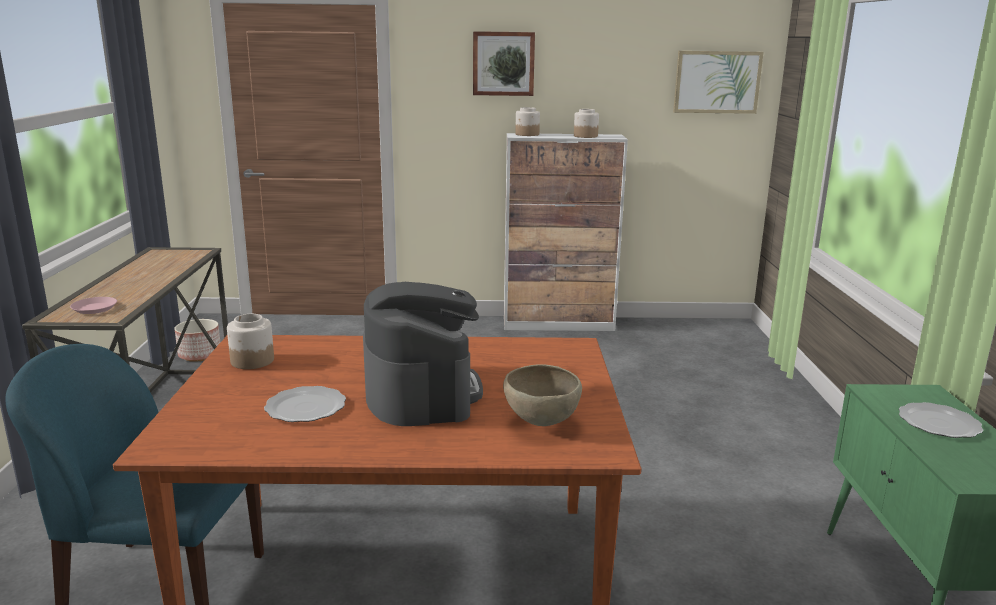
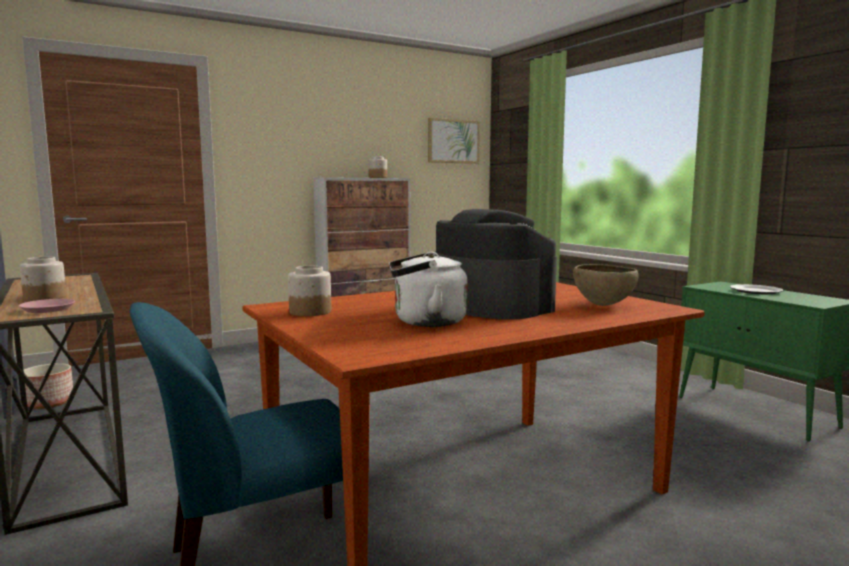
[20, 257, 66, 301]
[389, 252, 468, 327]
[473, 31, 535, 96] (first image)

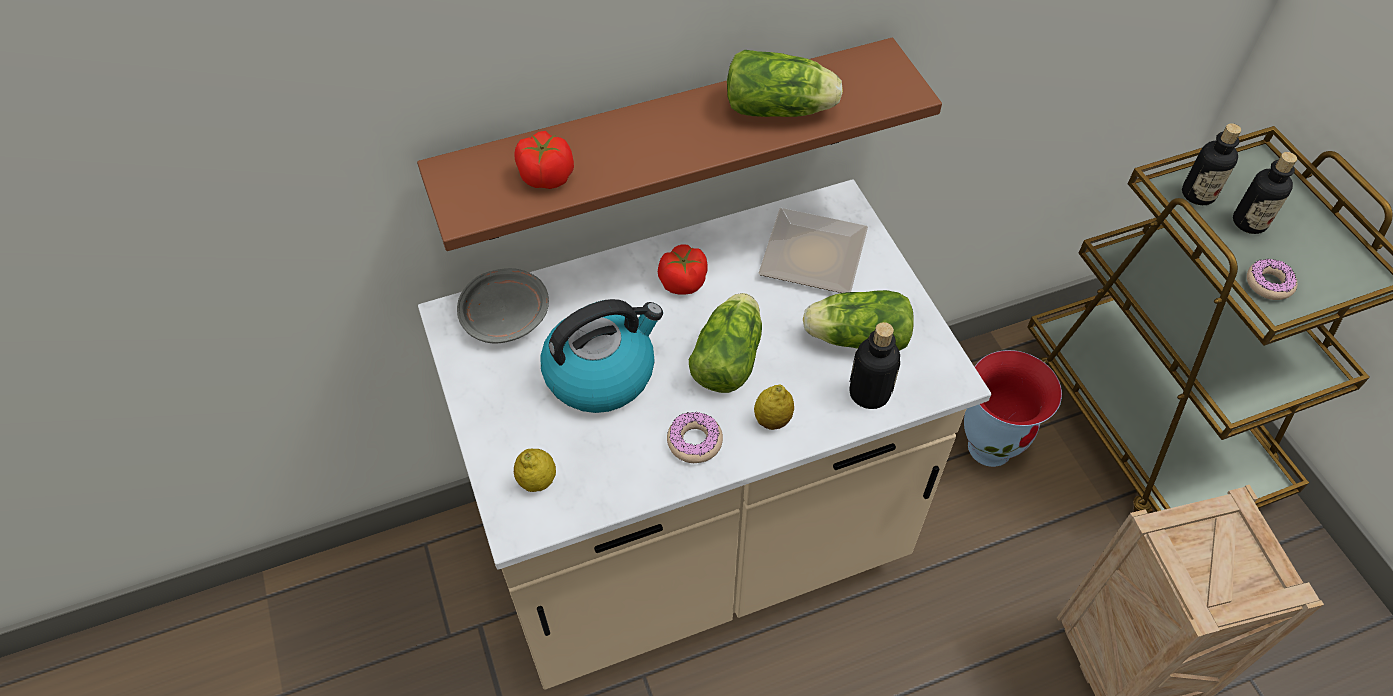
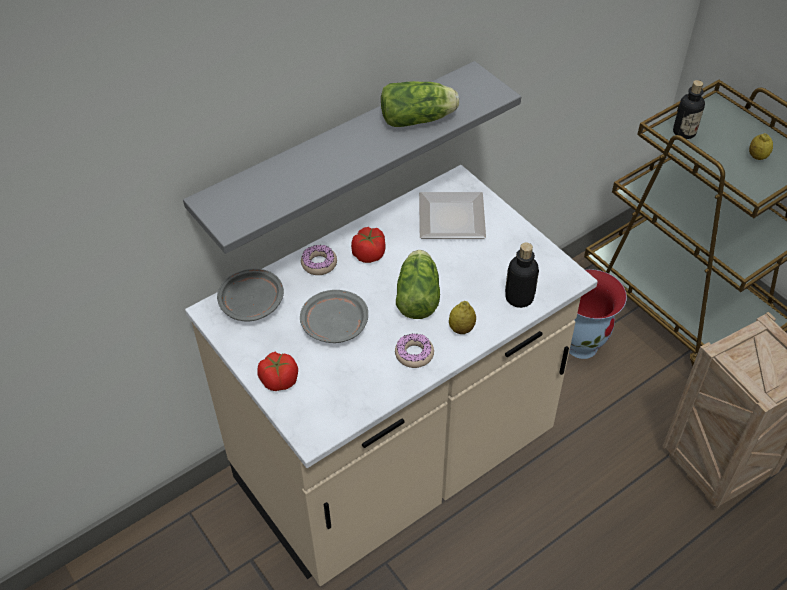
[183, 61, 521, 254]
[257, 352, 298, 391]
[300, 290, 368, 343]
[301, 245, 337, 275]
[749, 133, 773, 160]
[803, 290, 914, 351] (first image)
[1233, 152, 1297, 234] (first image)

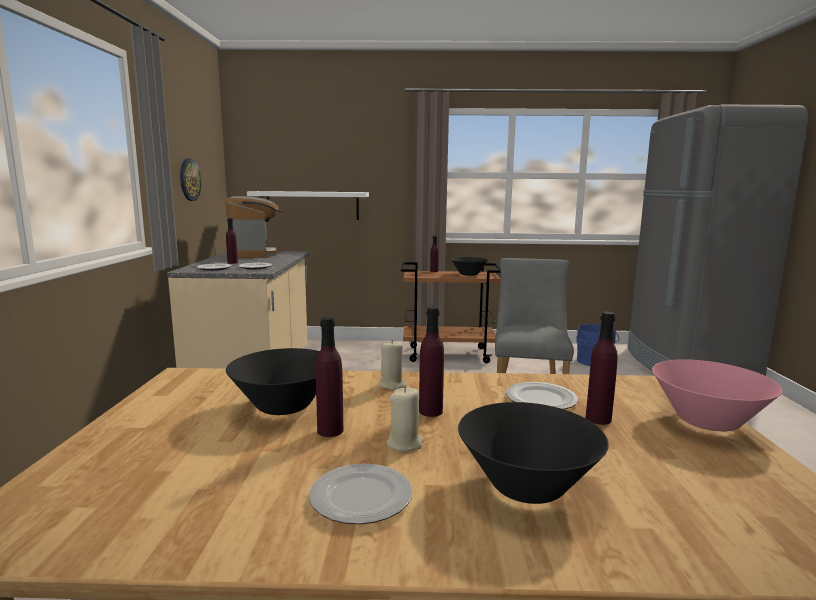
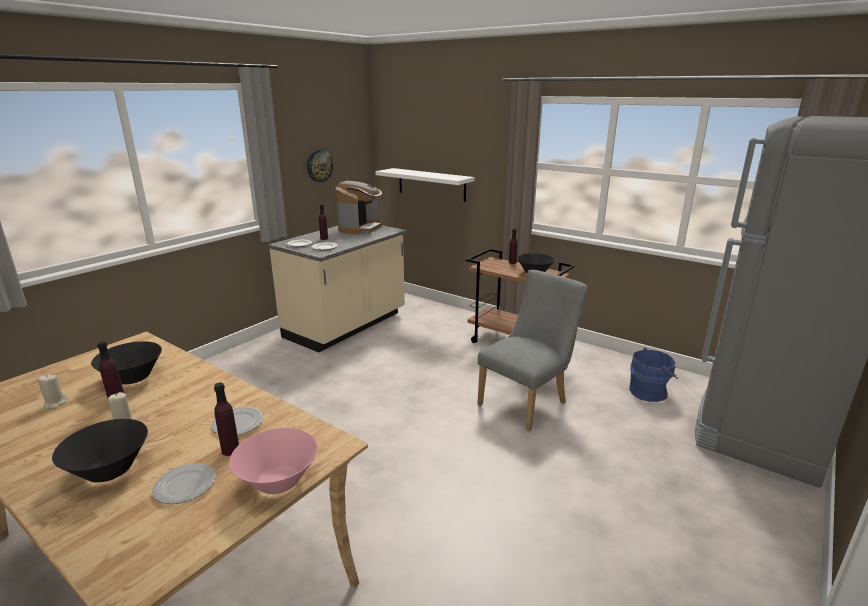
[38, 375, 67, 409]
[152, 463, 215, 504]
[419, 307, 444, 417] (first image)

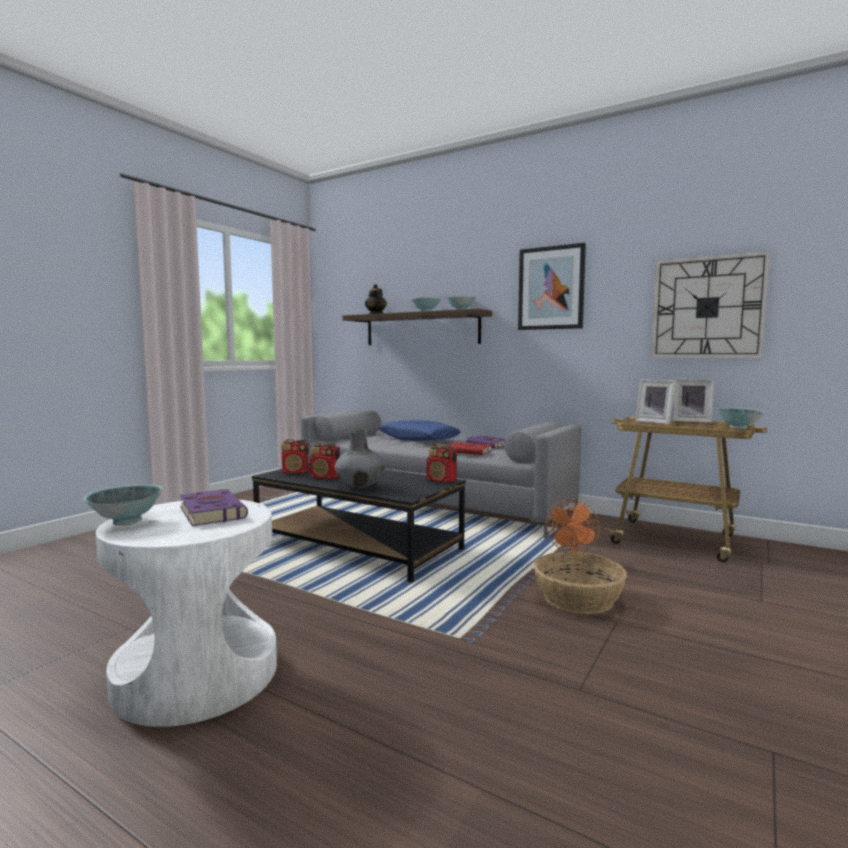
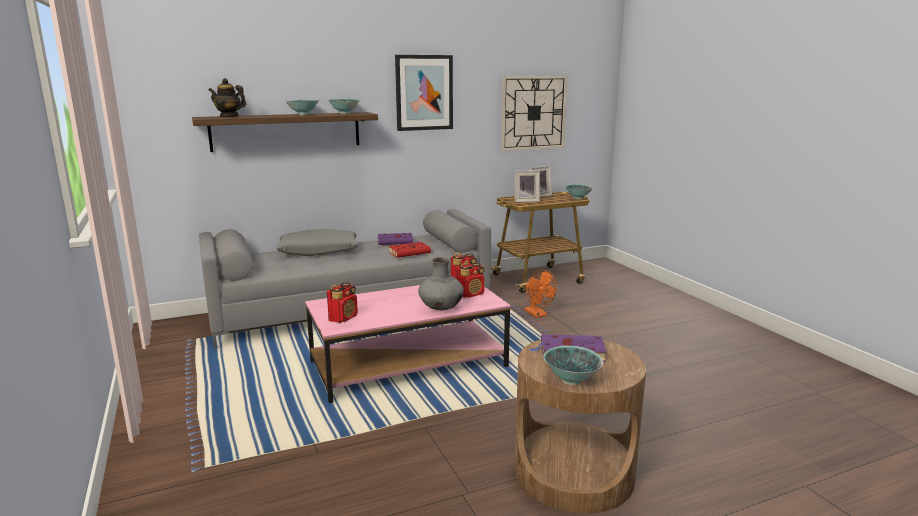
[276, 229, 358, 256]
[305, 285, 511, 403]
[457, 263, 484, 298]
[515, 340, 646, 514]
[533, 552, 627, 614] (first image)

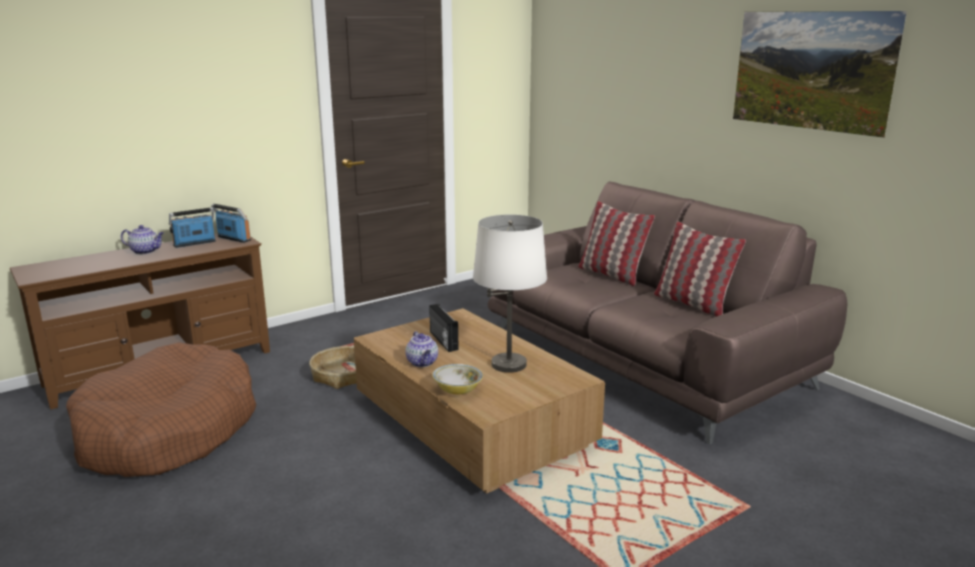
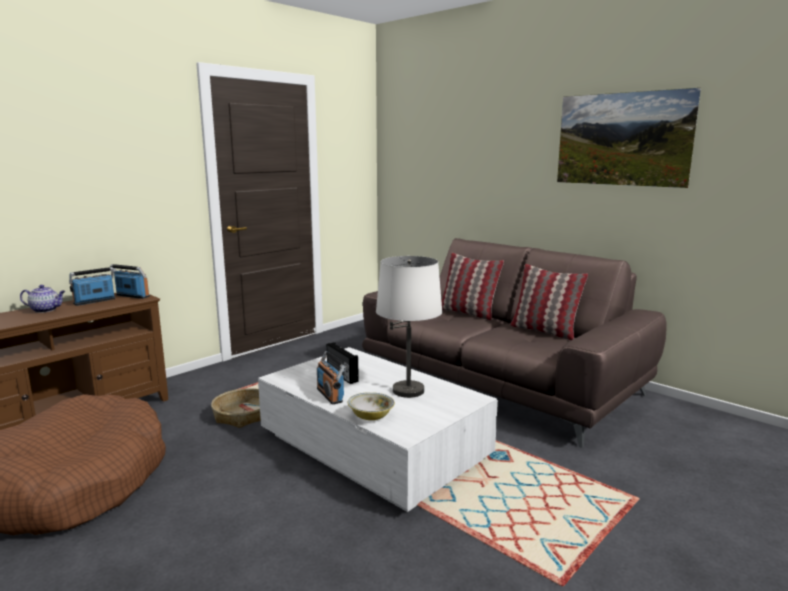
[258, 347, 498, 512]
[317, 351, 345, 405]

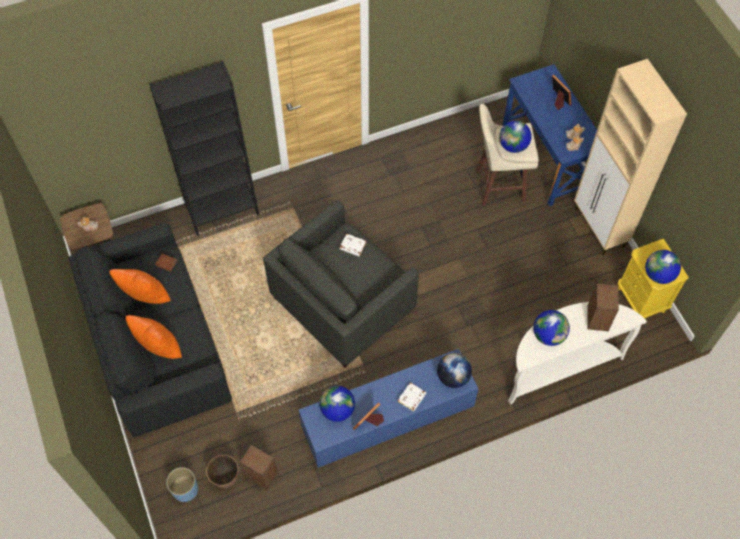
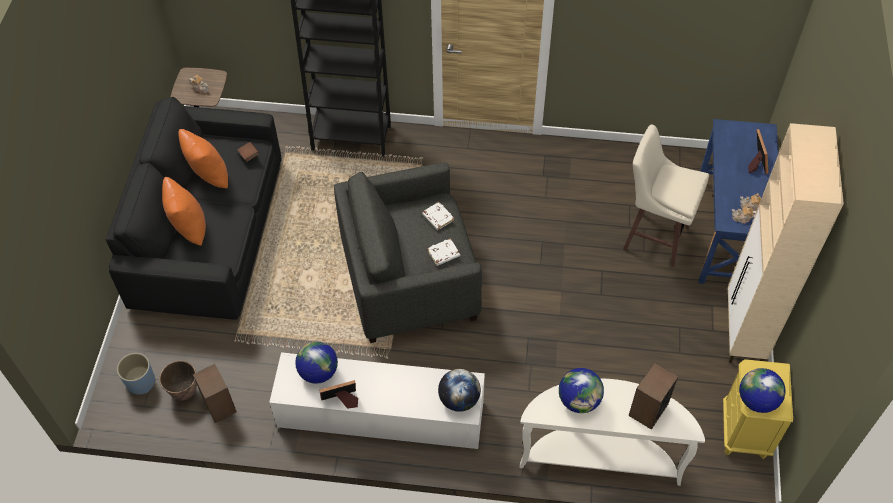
[269, 352, 485, 449]
[427, 238, 460, 266]
[499, 121, 532, 153] (first image)

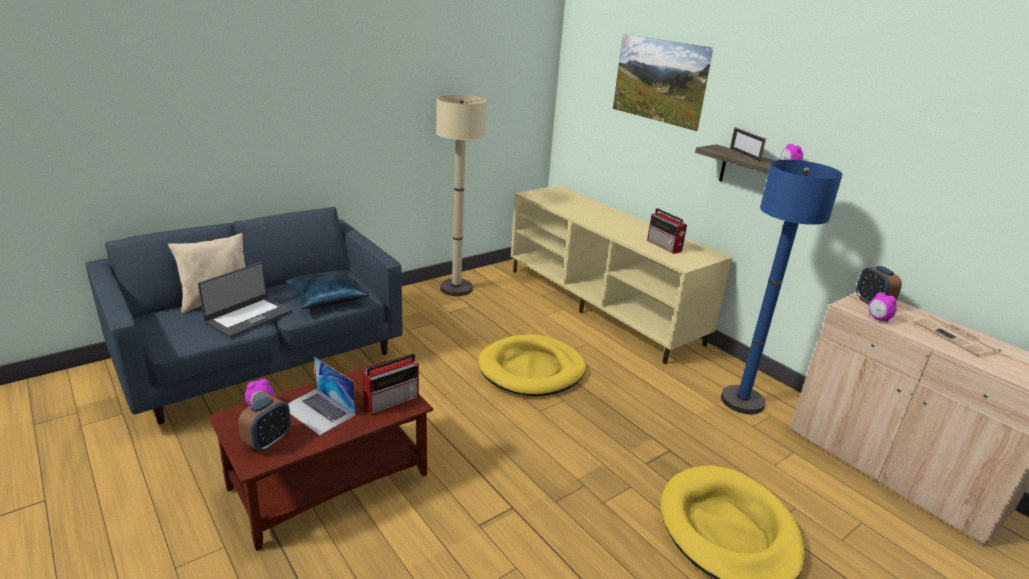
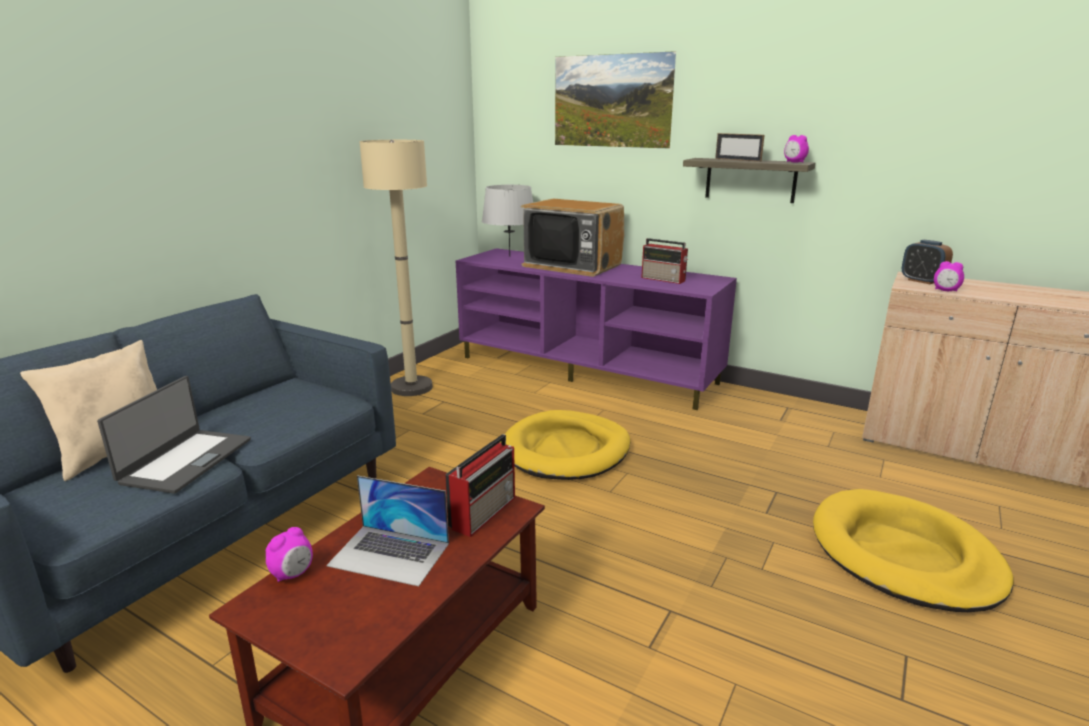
[456, 248, 737, 410]
[482, 185, 533, 257]
[521, 199, 624, 277]
[238, 396, 291, 452] (first image)
[285, 270, 370, 309] (first image)
[721, 160, 843, 414] (first image)
[913, 315, 1002, 357] (first image)

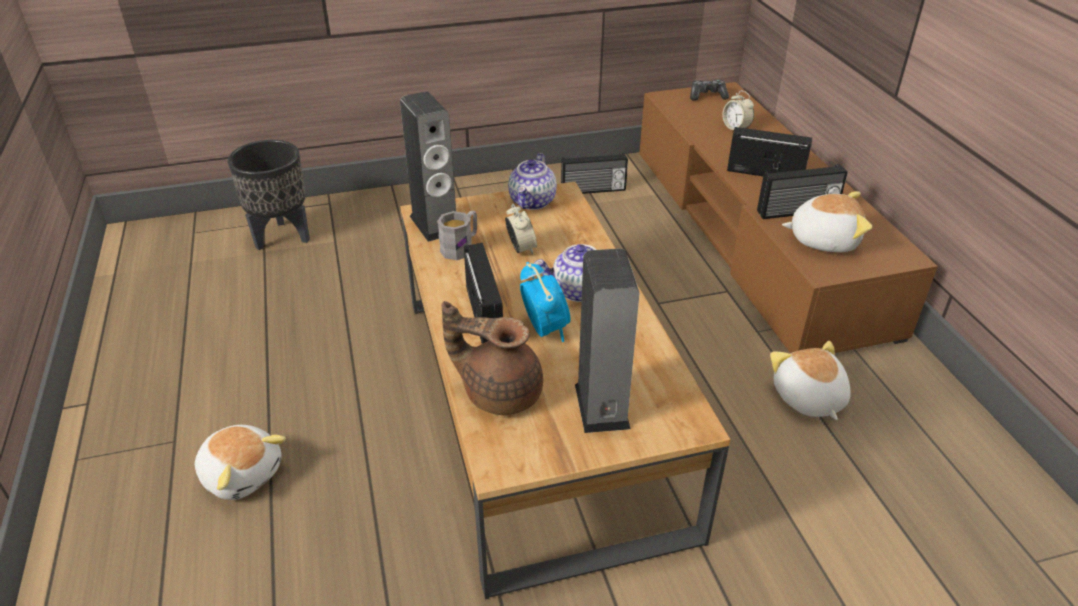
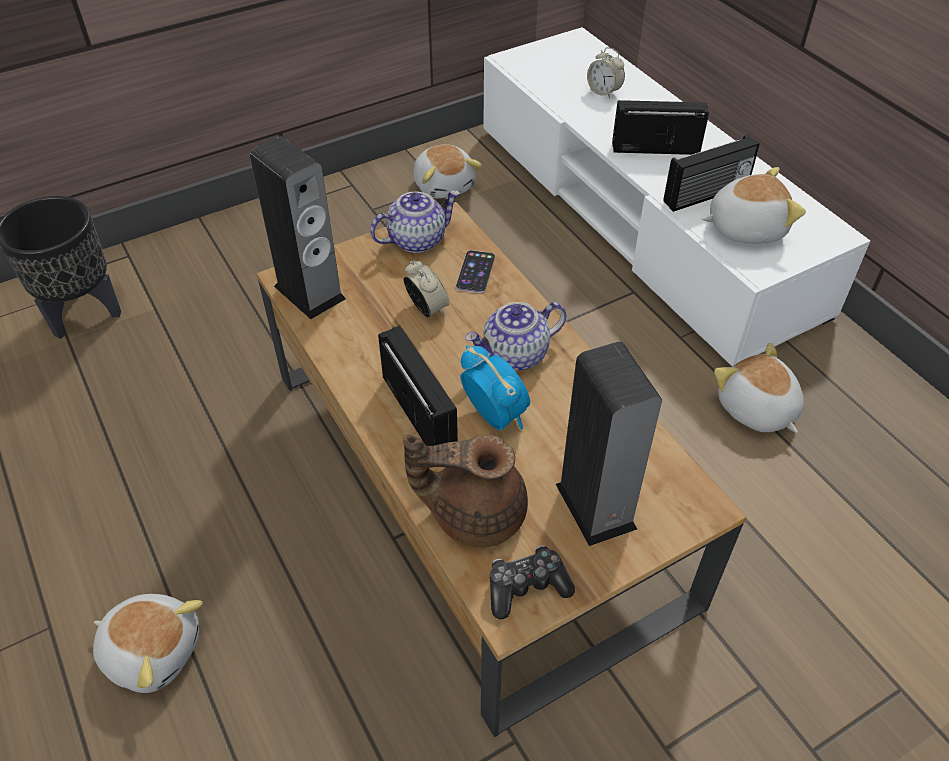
[370, 190, 460, 253]
[414, 144, 482, 199]
[456, 250, 495, 293]
[483, 27, 870, 366]
[490, 545, 575, 620]
[437, 211, 477, 260] (first image)

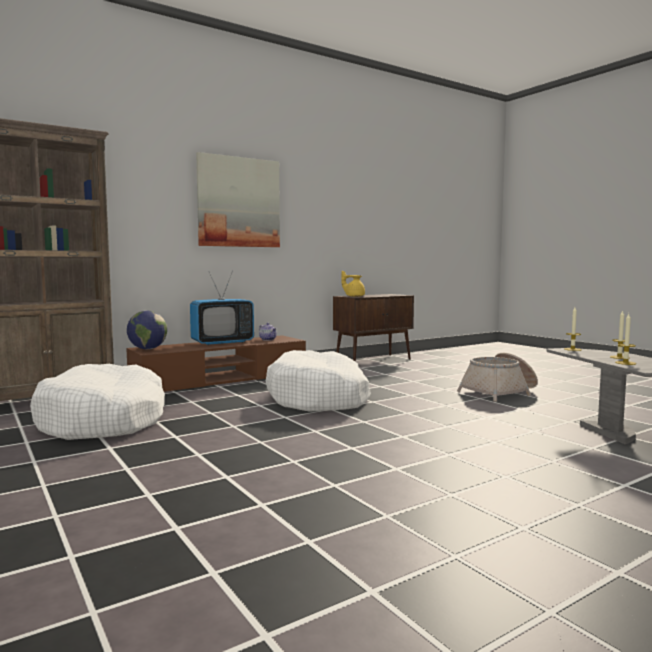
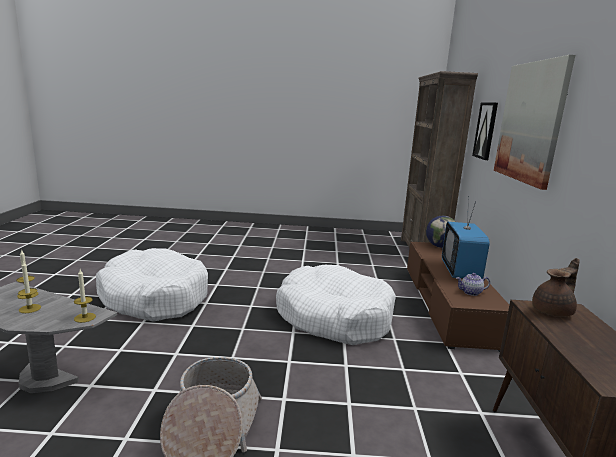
[96, 248, 208, 322]
[472, 103, 498, 160]
[532, 258, 580, 317]

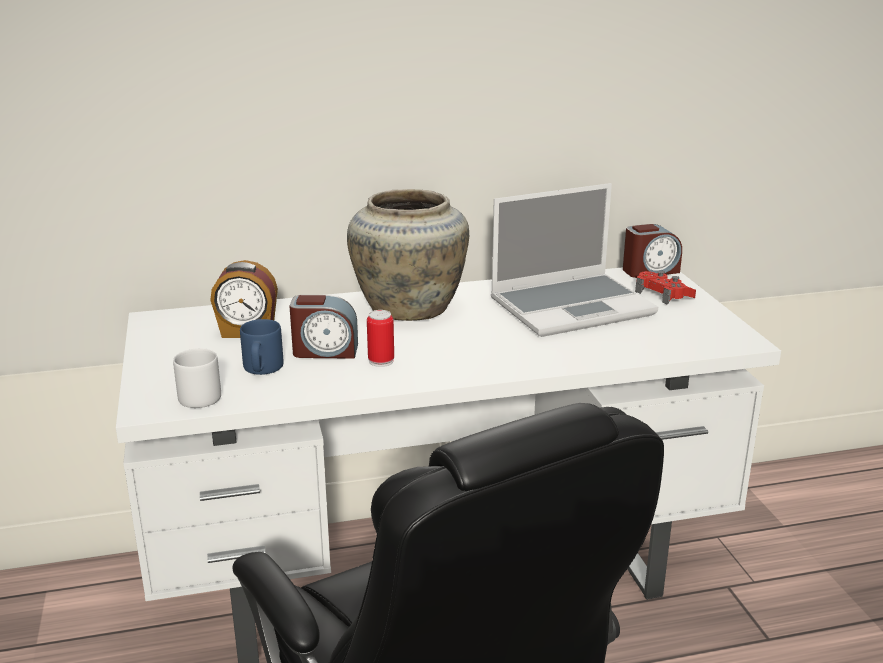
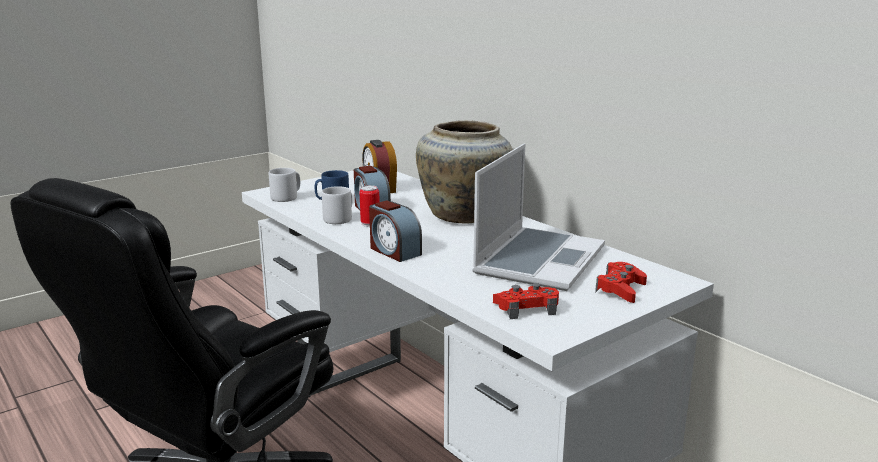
[322, 186, 352, 224]
[369, 201, 422, 262]
[472, 144, 605, 291]
[493, 283, 559, 319]

